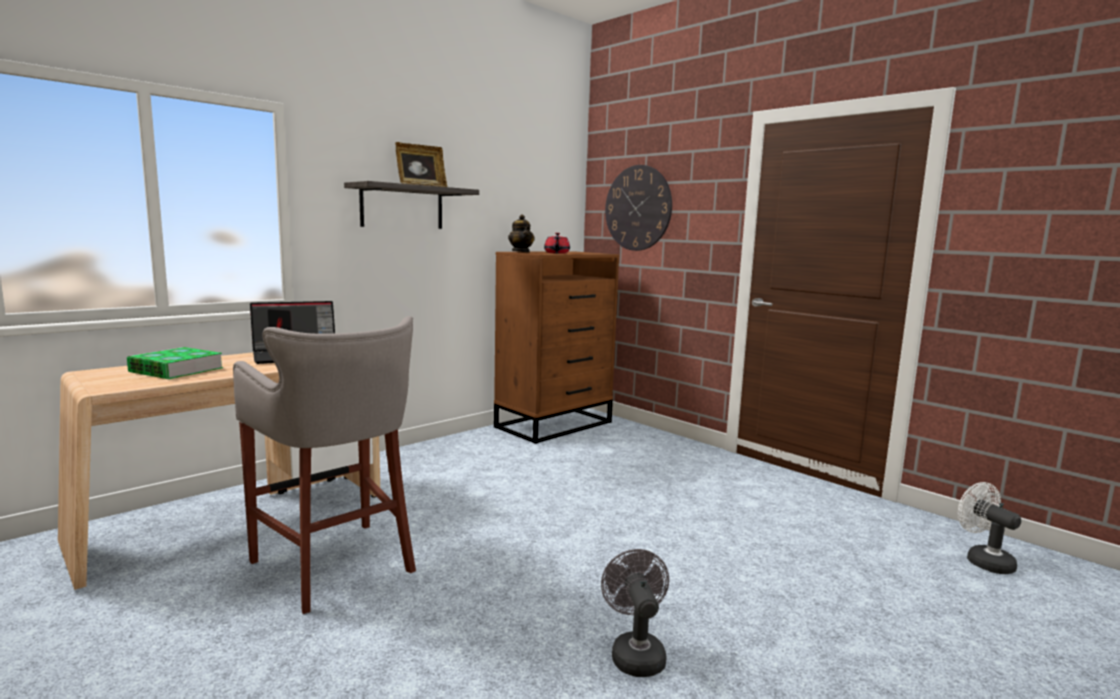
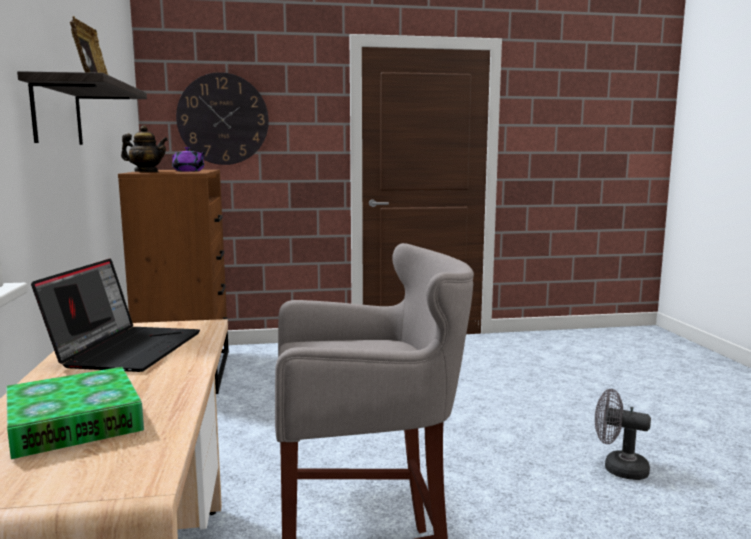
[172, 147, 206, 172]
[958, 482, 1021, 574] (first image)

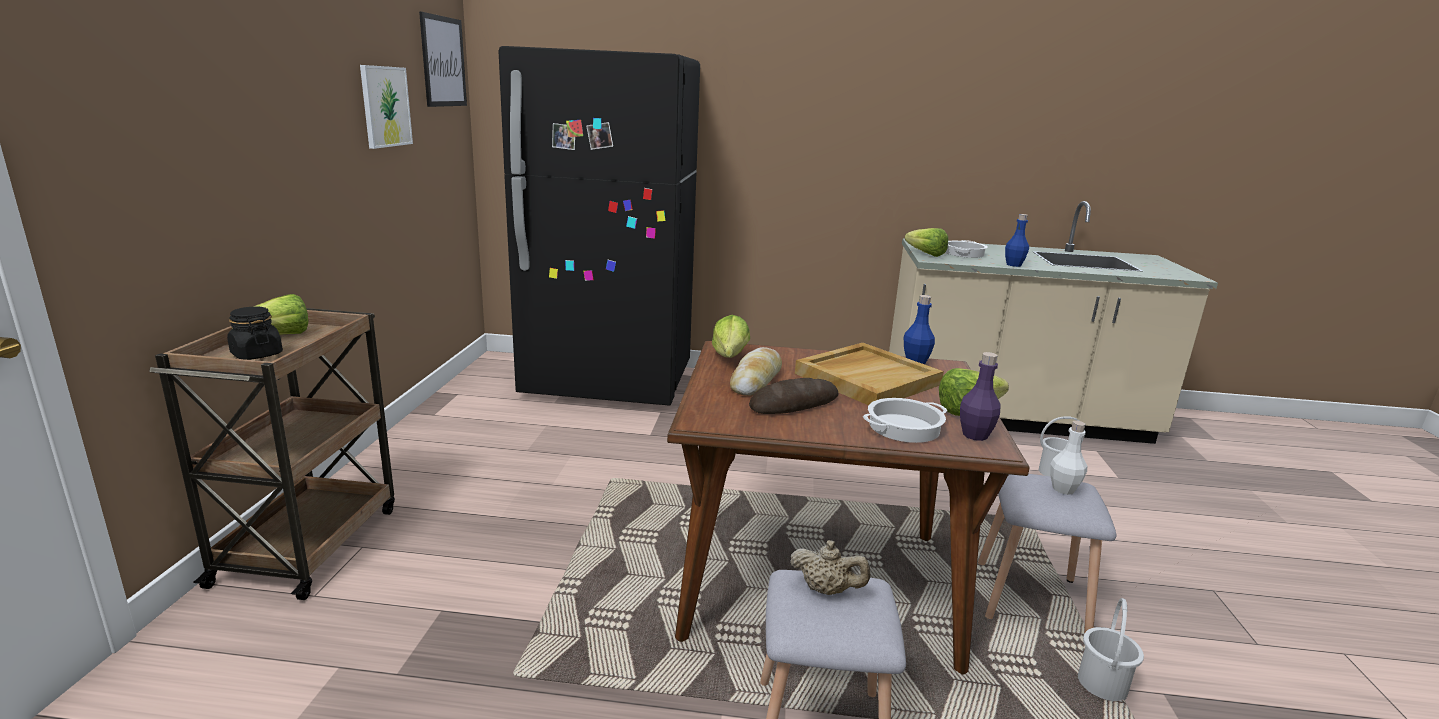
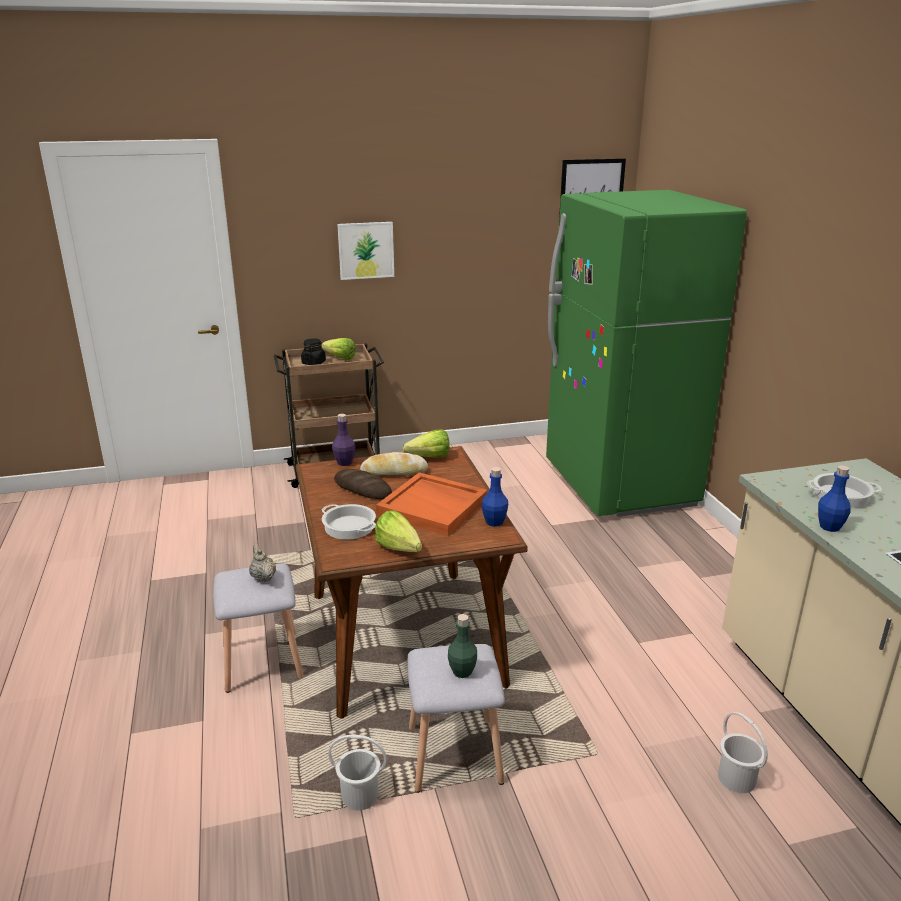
[249, 544, 276, 582]
[332, 414, 356, 466]
[337, 222, 394, 280]
[376, 472, 488, 536]
[448, 614, 477, 678]
[546, 190, 747, 517]
[905, 228, 948, 257] (first image)

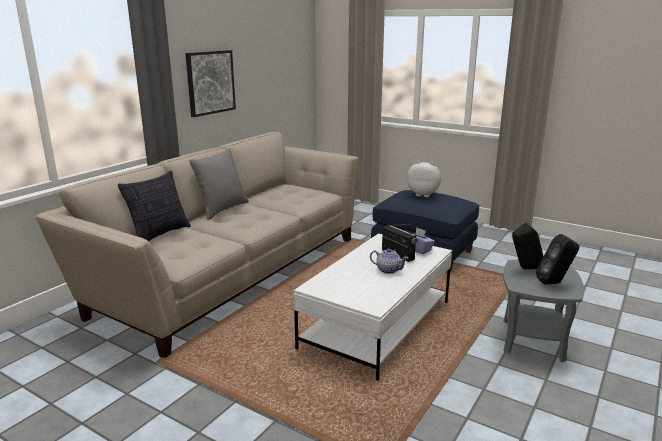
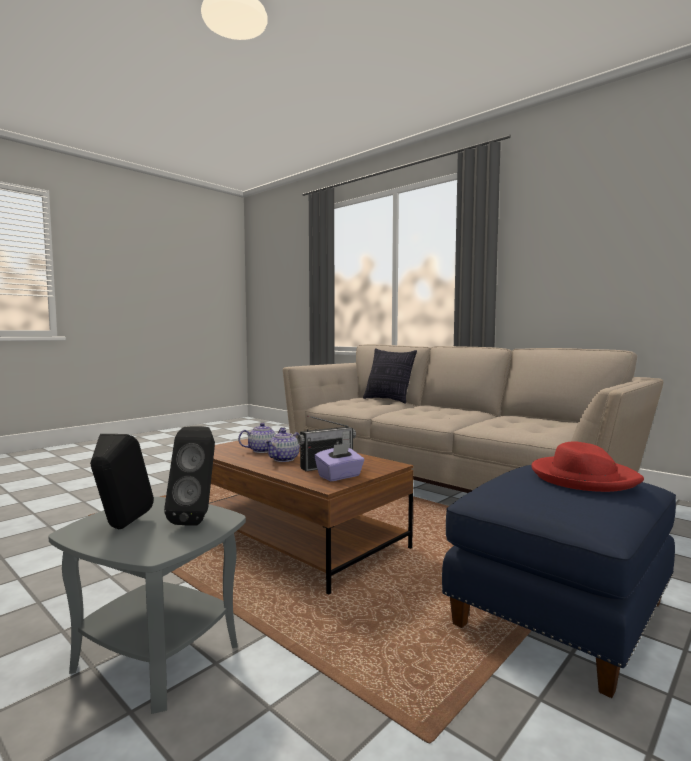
[209, 439, 413, 595]
[238, 423, 286, 453]
[531, 441, 644, 492]
[185, 50, 236, 117] (first image)
[189, 148, 249, 220] (first image)

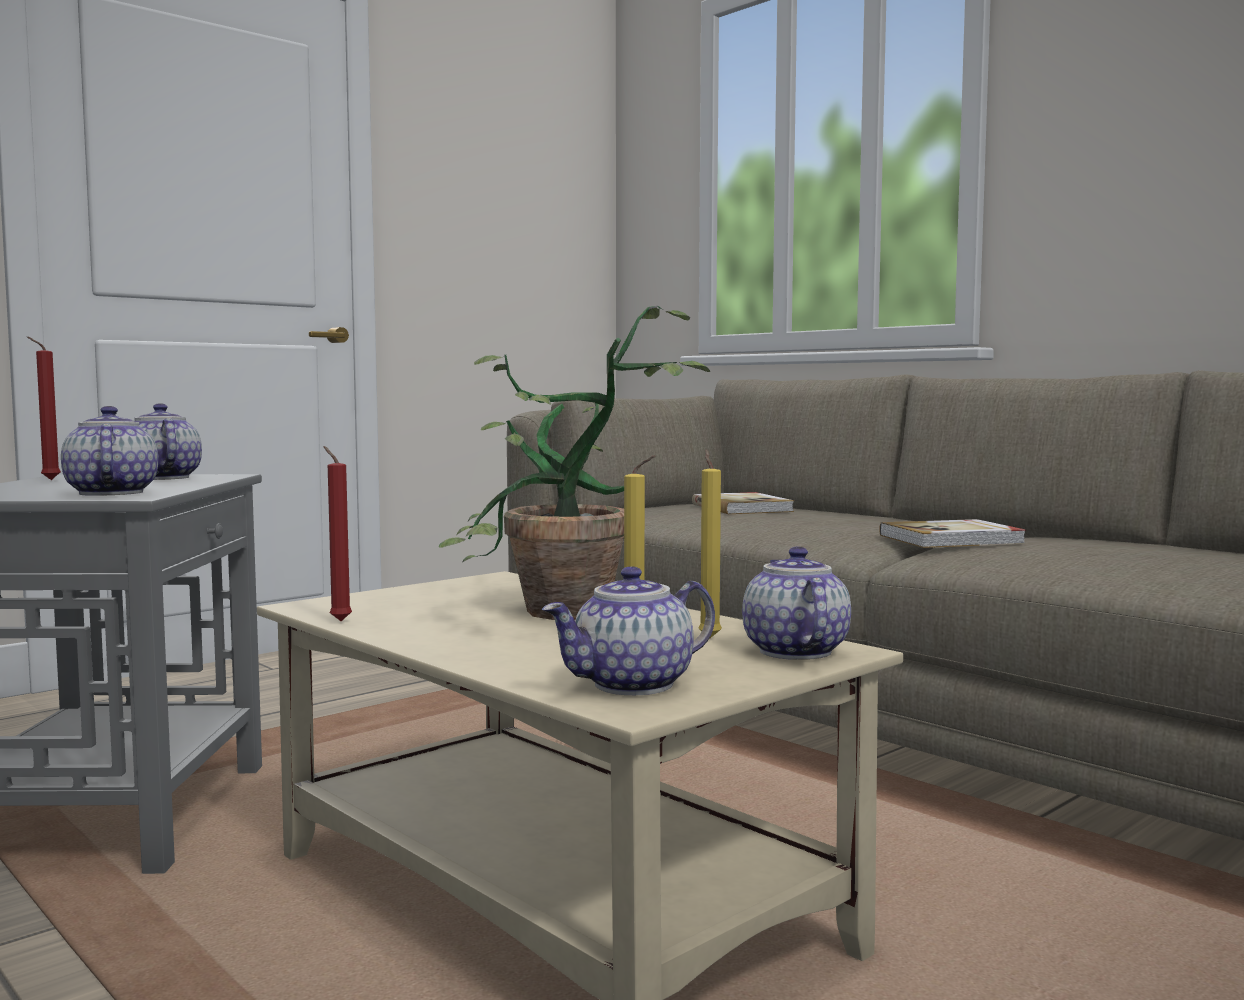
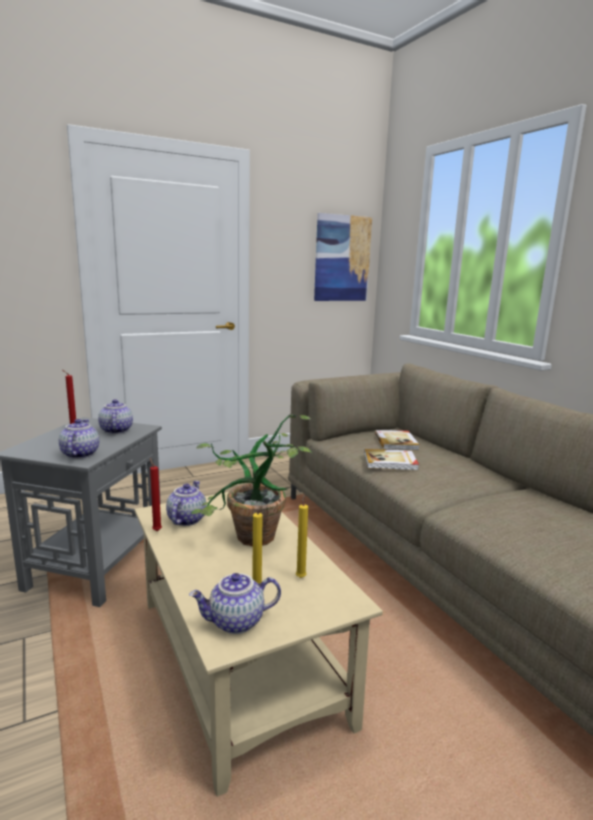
[166, 481, 207, 526]
[314, 213, 372, 301]
[364, 449, 419, 470]

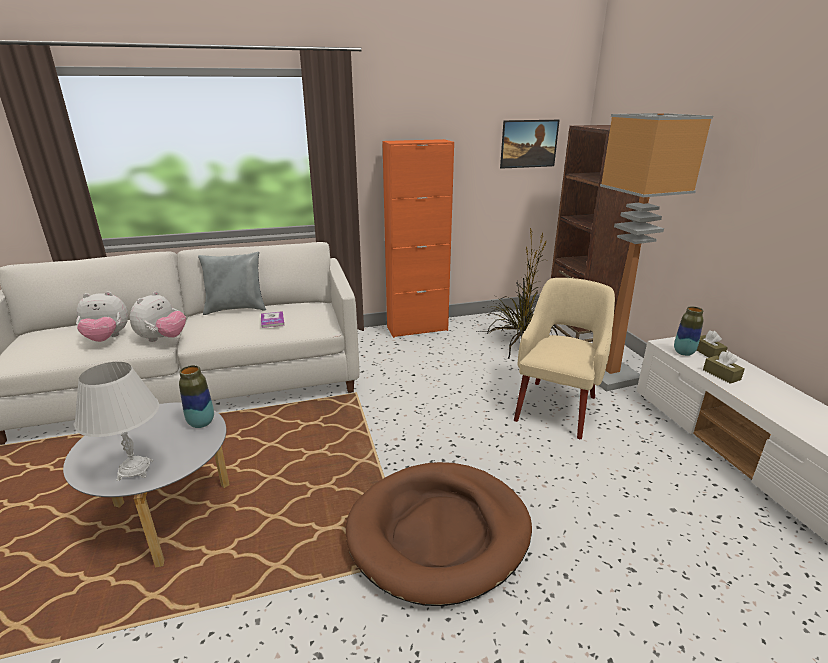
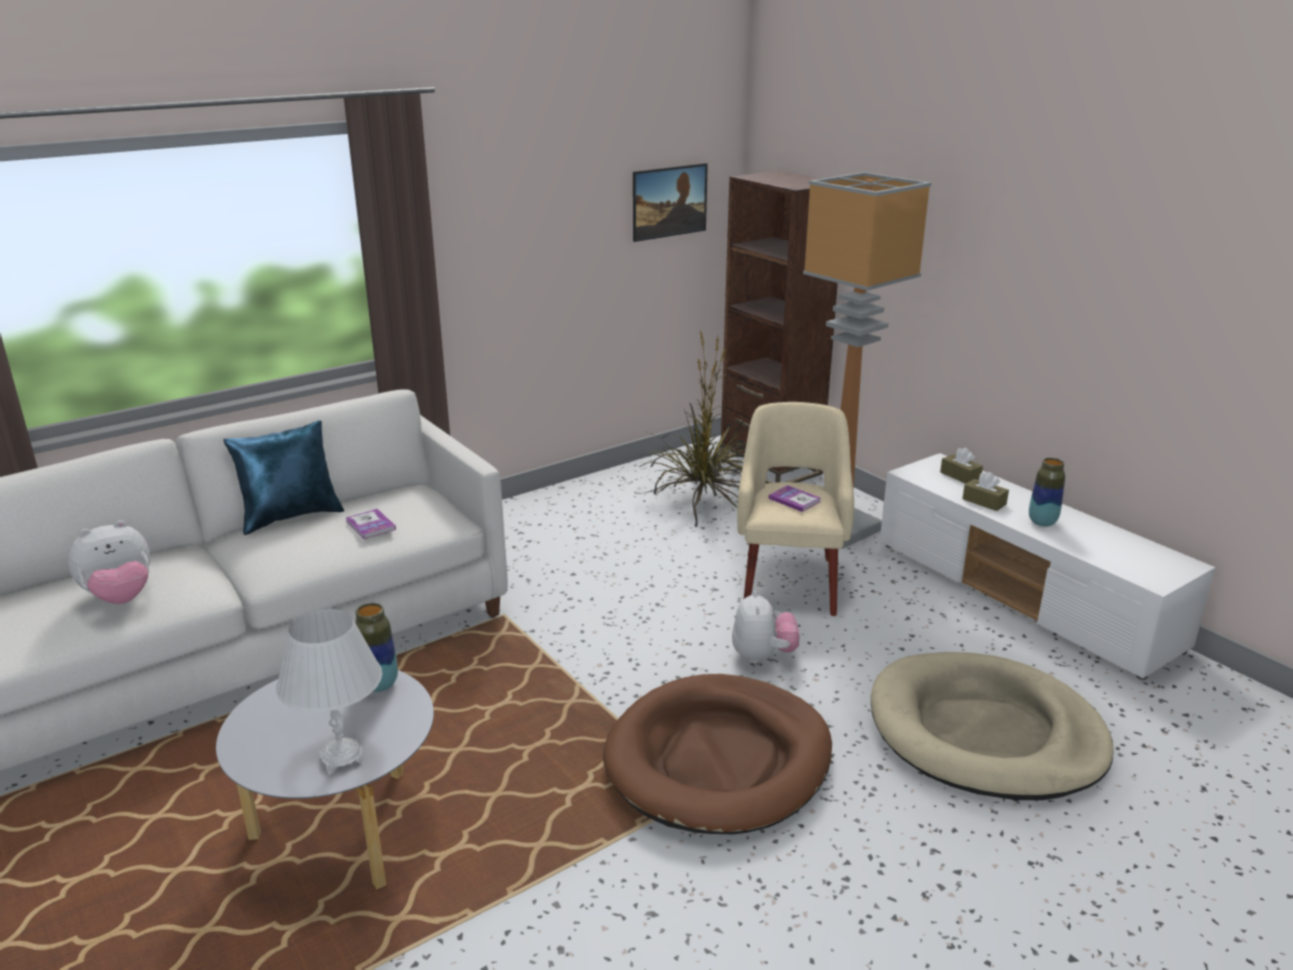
[223, 420, 344, 535]
[732, 591, 799, 664]
[769, 485, 821, 512]
[871, 652, 1114, 800]
[1029, 458, 1065, 527]
[382, 139, 454, 338] (first image)

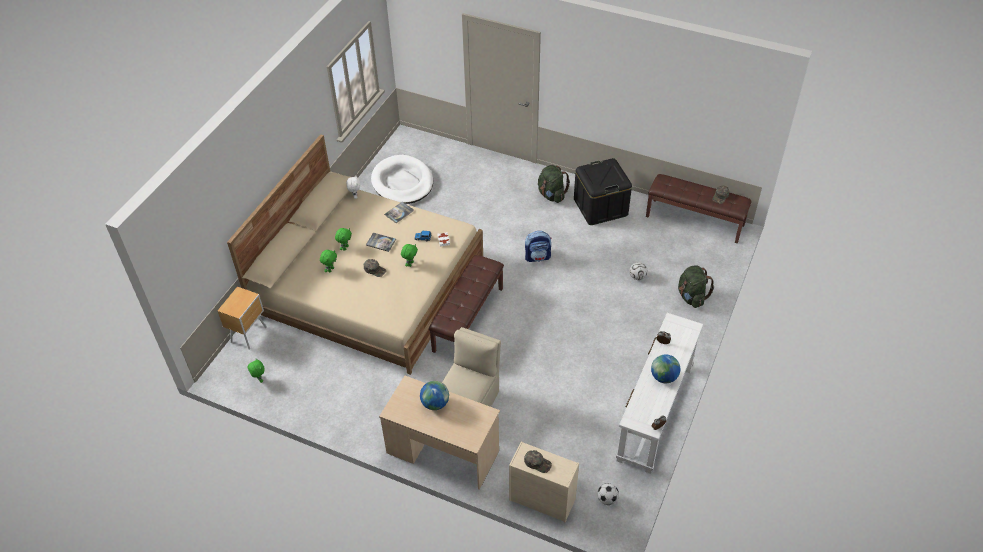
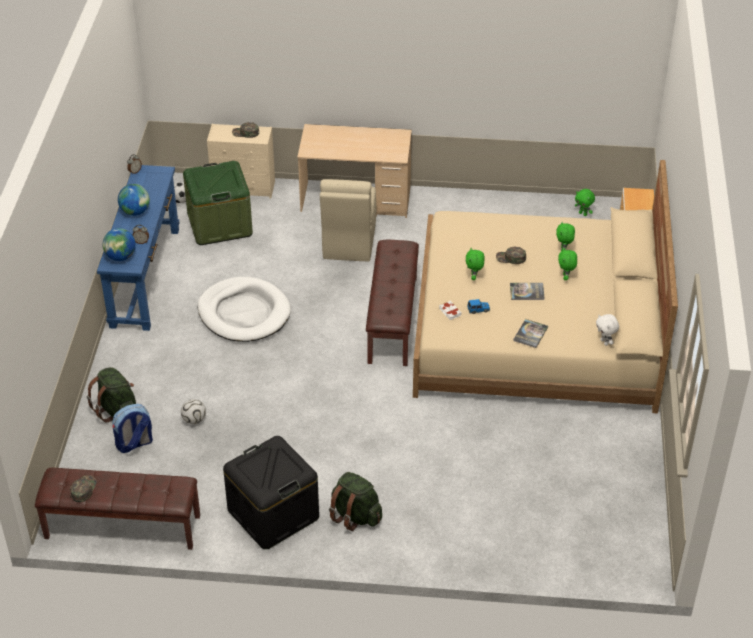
[97, 165, 180, 331]
[102, 228, 136, 261]
[112, 404, 153, 453]
[183, 161, 253, 245]
[197, 277, 291, 342]

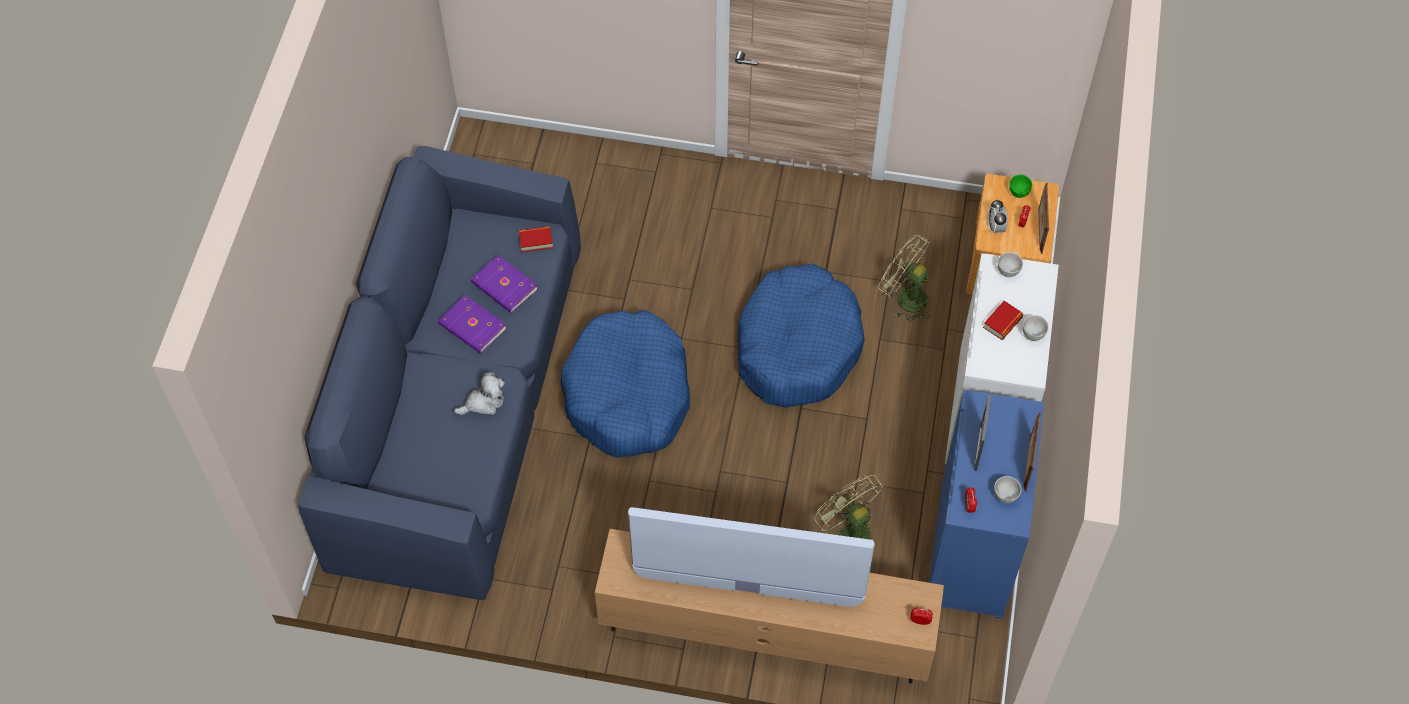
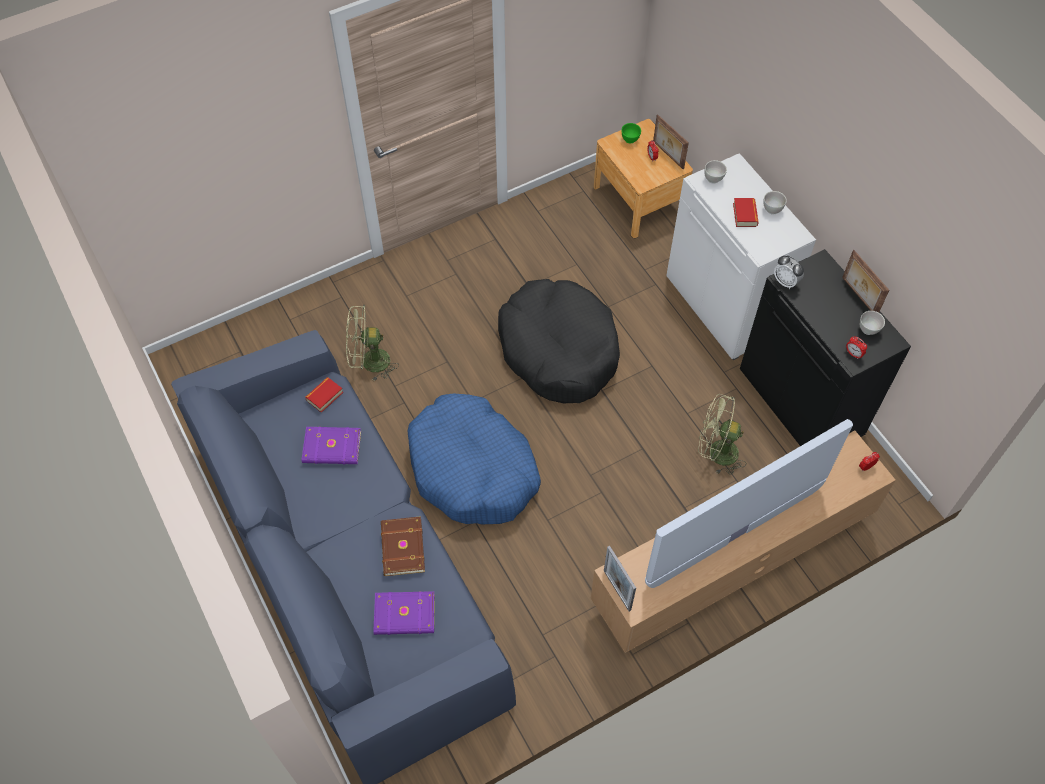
[346, 305, 399, 382]
[373, 591, 435, 635]
[381, 516, 425, 576]
[498, 279, 620, 403]
[604, 546, 636, 611]
[740, 249, 911, 446]
[774, 255, 804, 289]

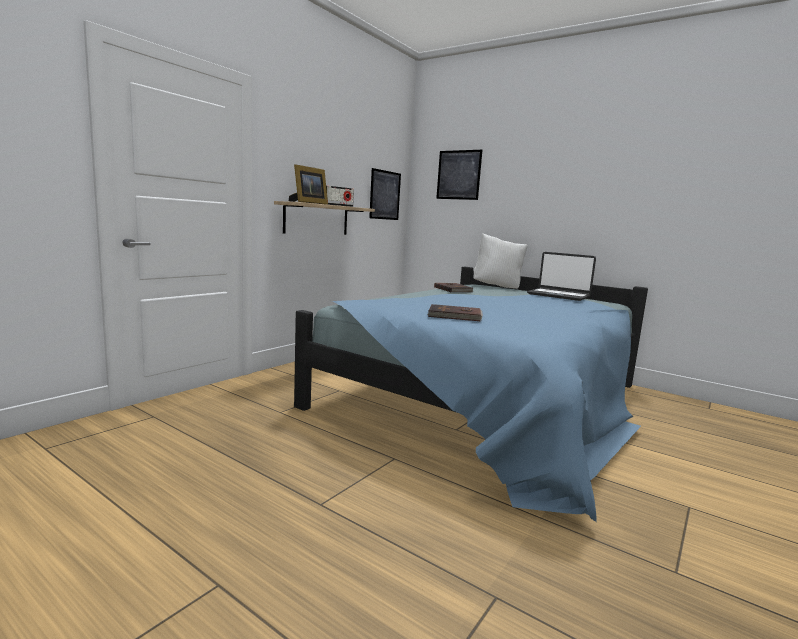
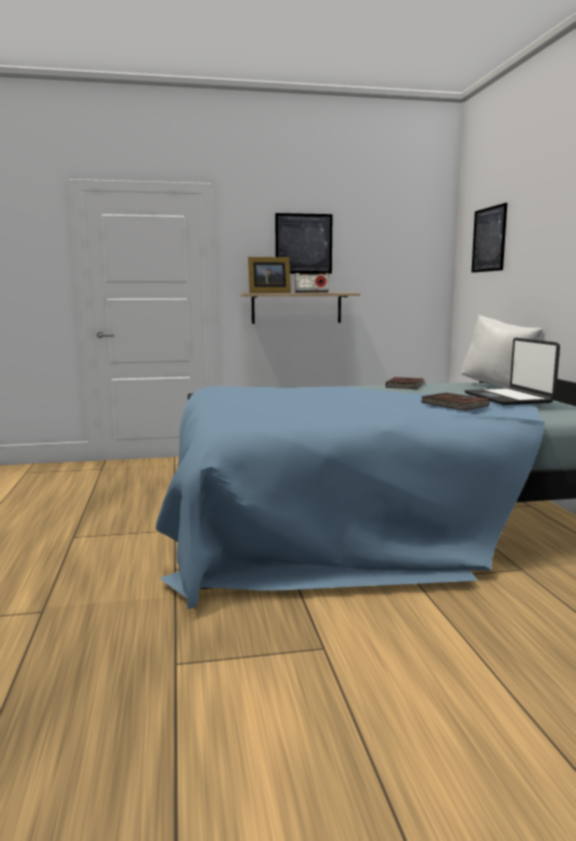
[275, 213, 333, 274]
[421, 393, 489, 410]

